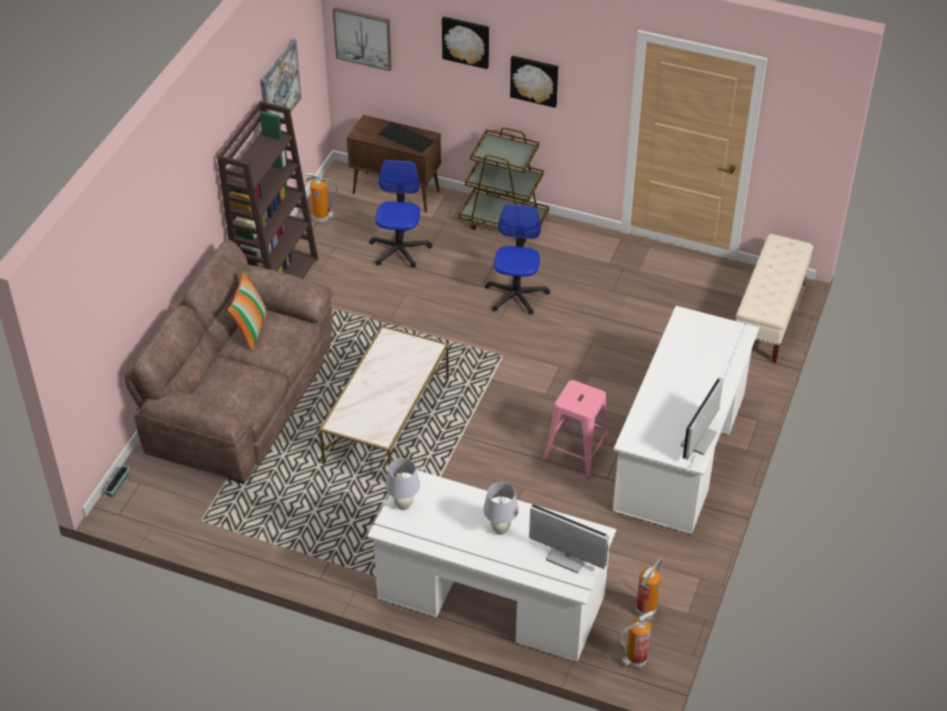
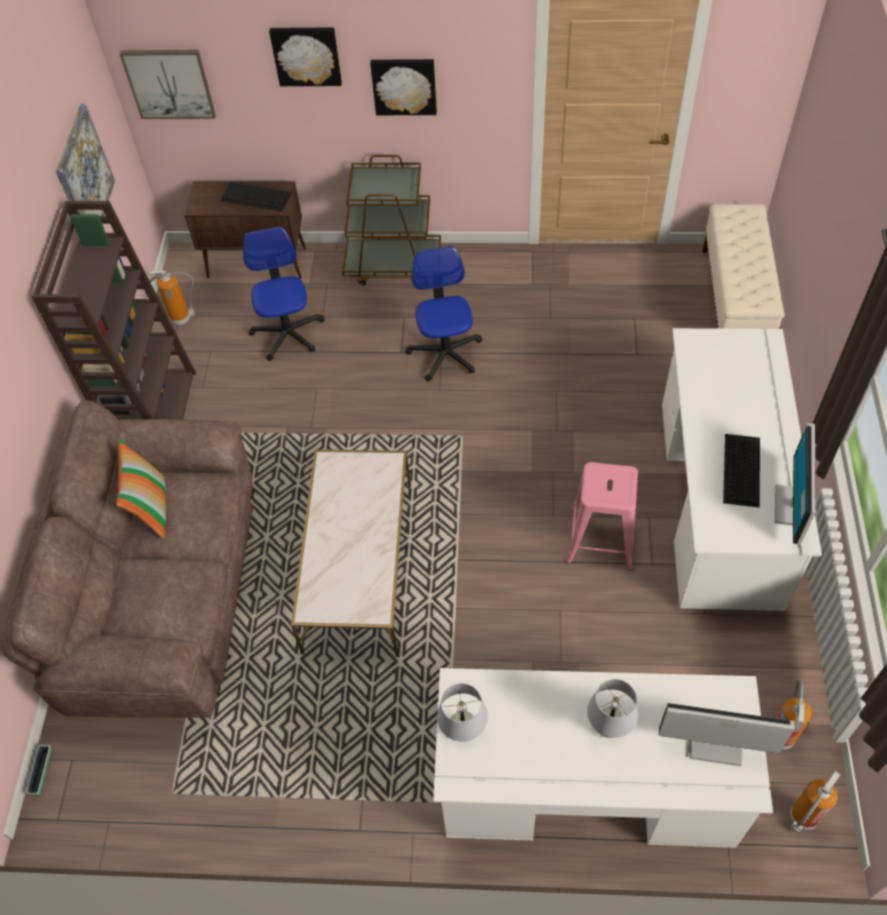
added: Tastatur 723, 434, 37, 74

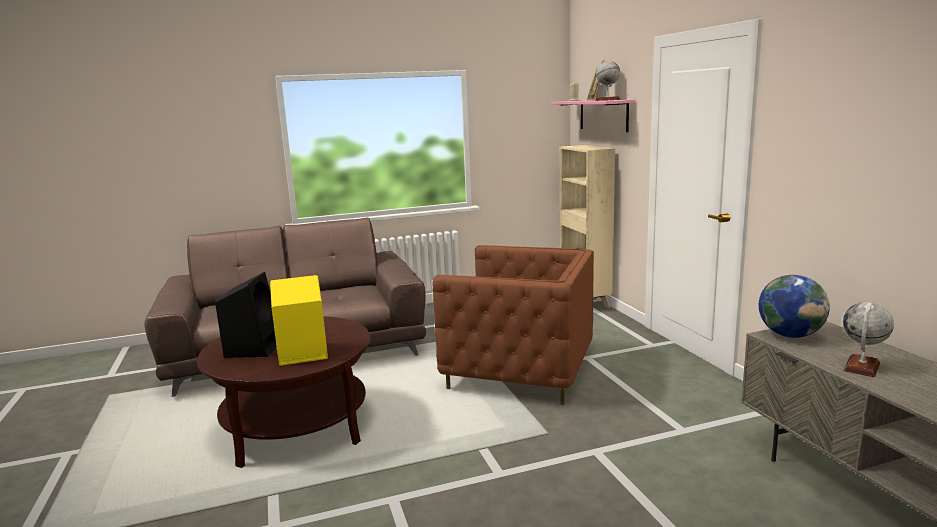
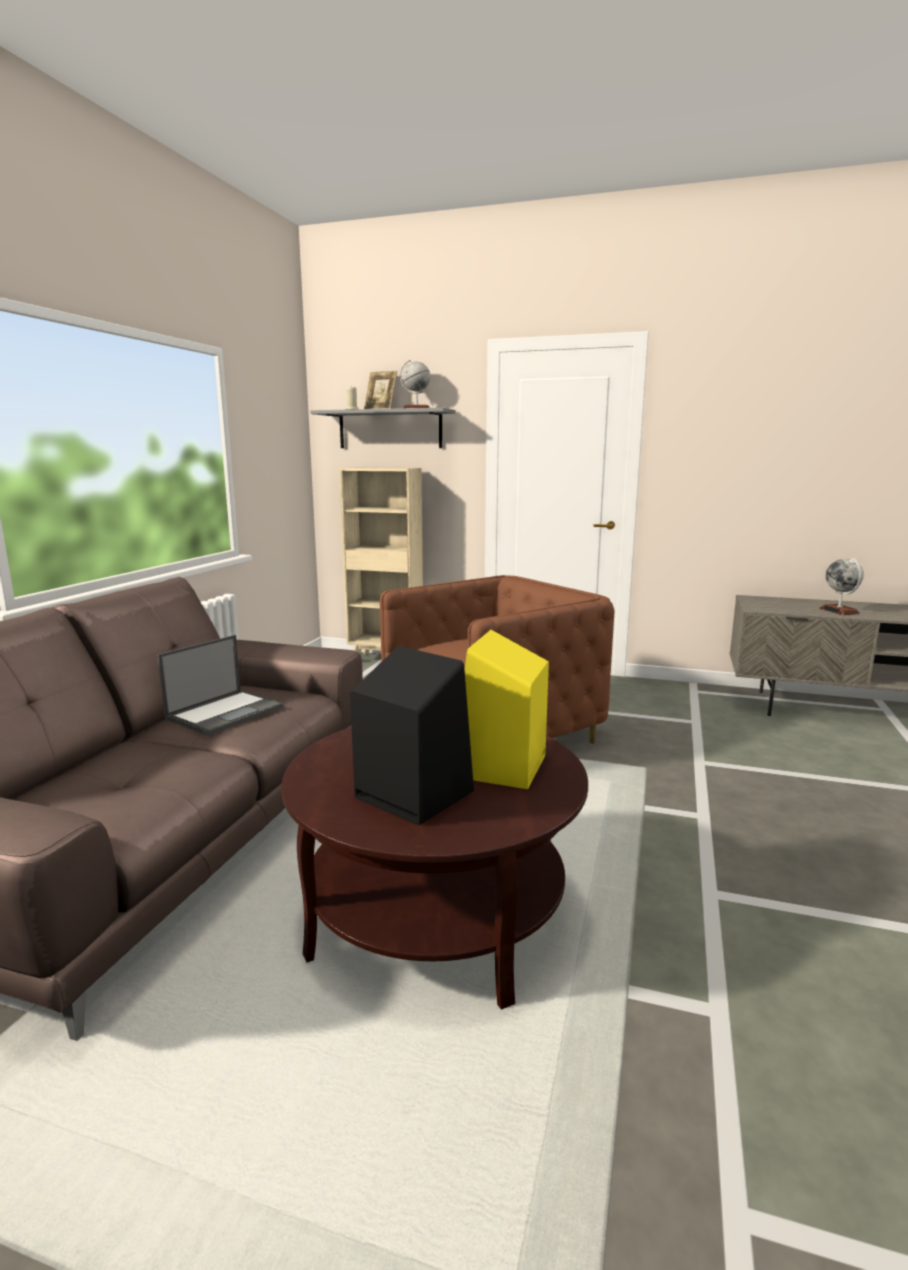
removed: Globus 759, 275, 71, 63
added: Laptop 157, 635, 127, 101
recoloured: Wandregal/rosa 551, 100, 85, 32 to Wandregal/grau 310, 408, 145, 40

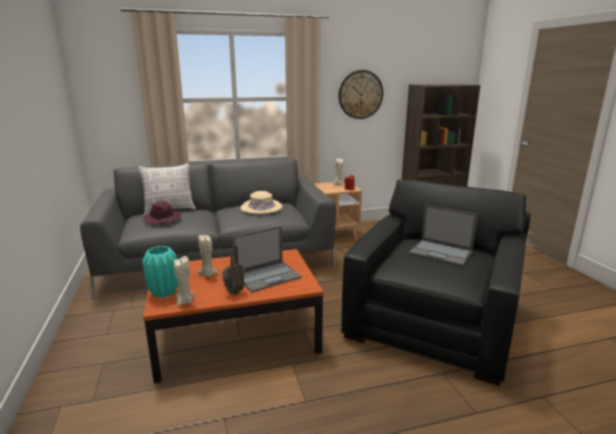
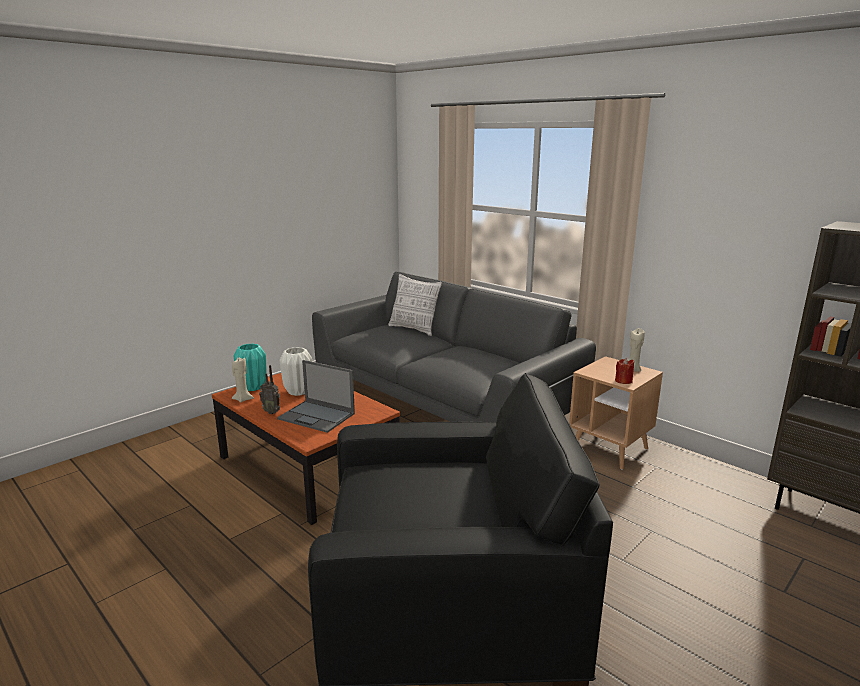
removed: Hut/lila 143, 201, 38, 24; Hut/beige 240, 191, 43, 23; Wanduhr 339, 70, 44, 49; Laptop 409, 205, 69, 61
replaced: Kerze/beige 197, 235, 21, 42 to Vase/weiß 280, 347, 32, 49

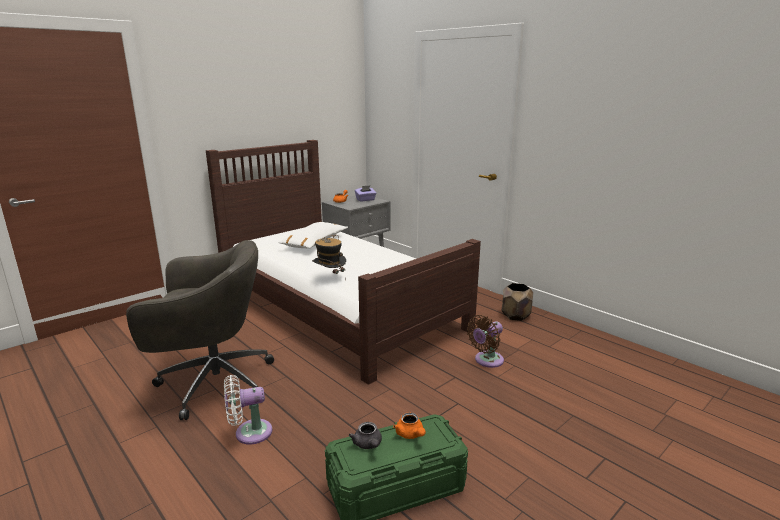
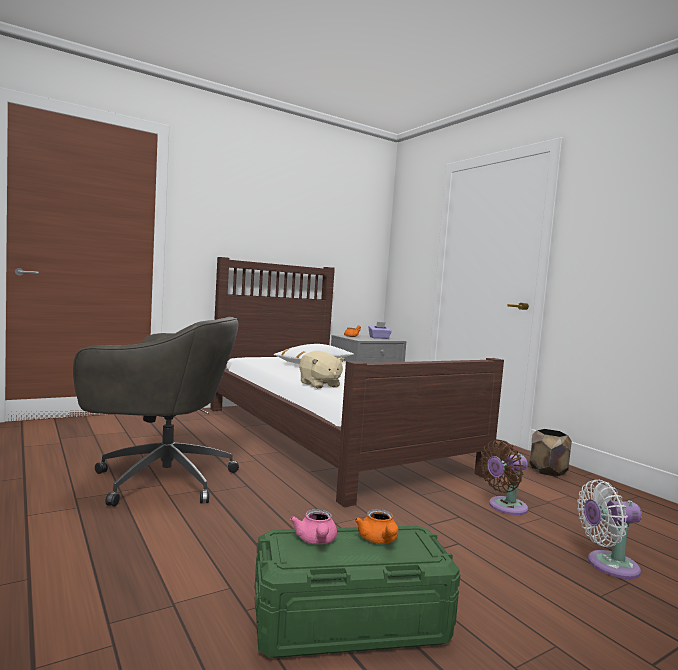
moved: Ventilator/weiß 224, 375, 48, 70 to 577, 480, 65, 99
replaced: Hut 312, 235, 34, 46 to Plüschtier/beige 299, 351, 46, 37
recoloured: Teekanne/grau 349, 422, 33, 27 to Teekanne/rosa 290, 509, 47, 35

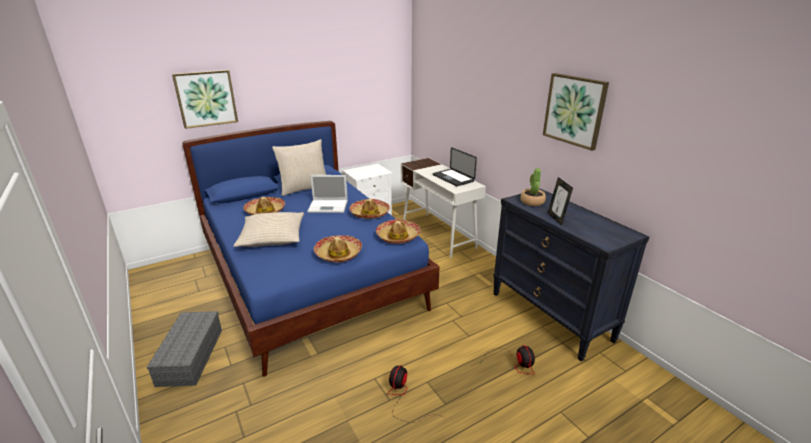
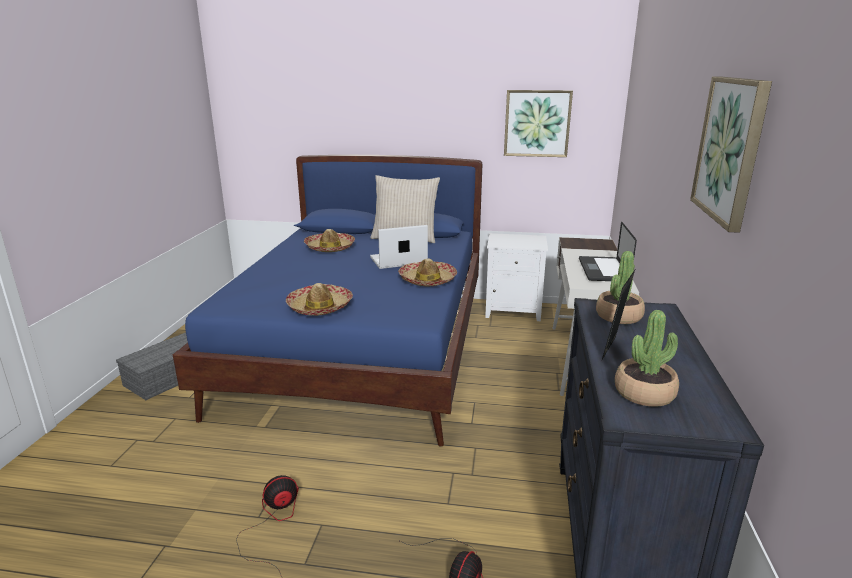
removed: Kissen/beige 234, 212, 70, 35; Hut 376, 219, 45, 25
added: Topfpflanze 615, 310, 64, 97
moved: Bild 172, 70, 66, 59 to 504, 90, 69, 67
turned: Laptop 307, 175, 41, 38 = 370, 225, 58, 44 120 degrees clockwise

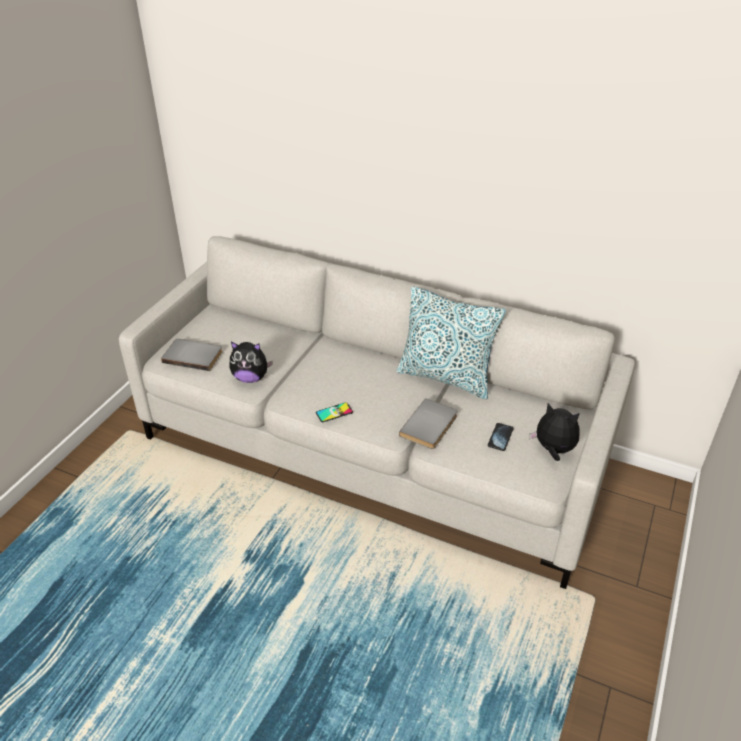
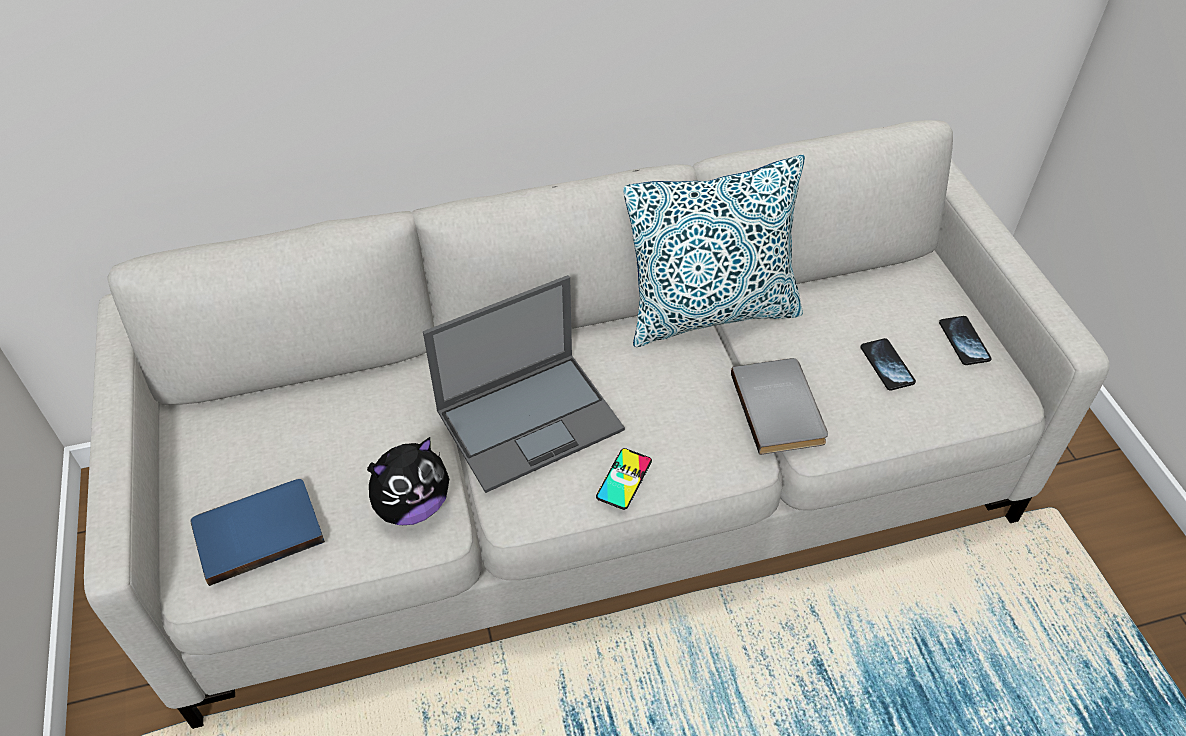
added: Laptop 423, 275, 202, 218
replaced: Plüschtier 530, 403, 50, 58 to Handy 939, 316, 53, 49
recoloured: Buch/grau 161, 339, 62, 32 to Buch/blau 190, 479, 135, 107

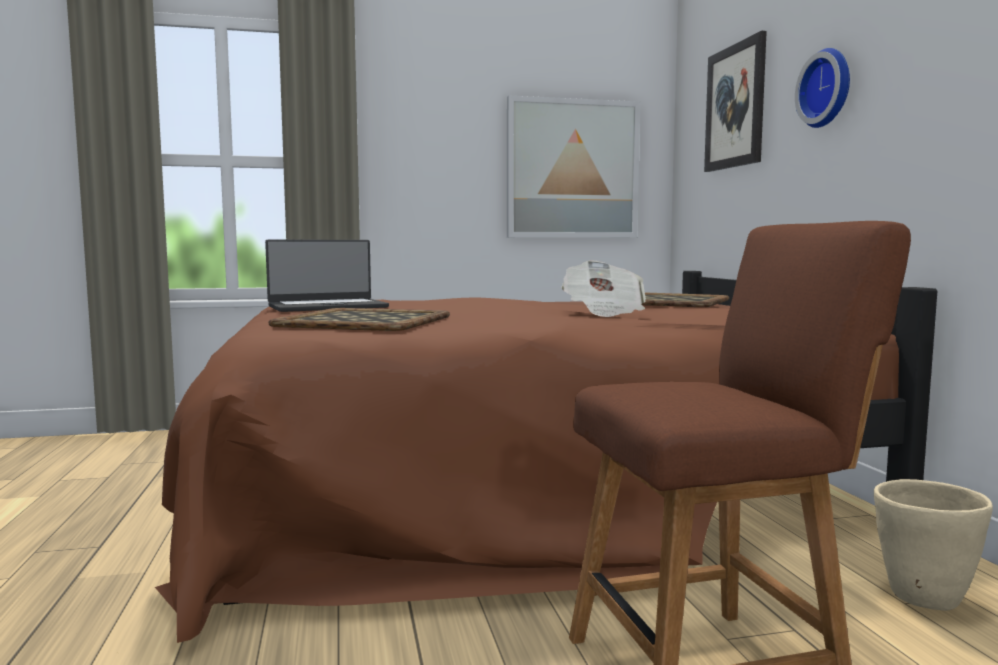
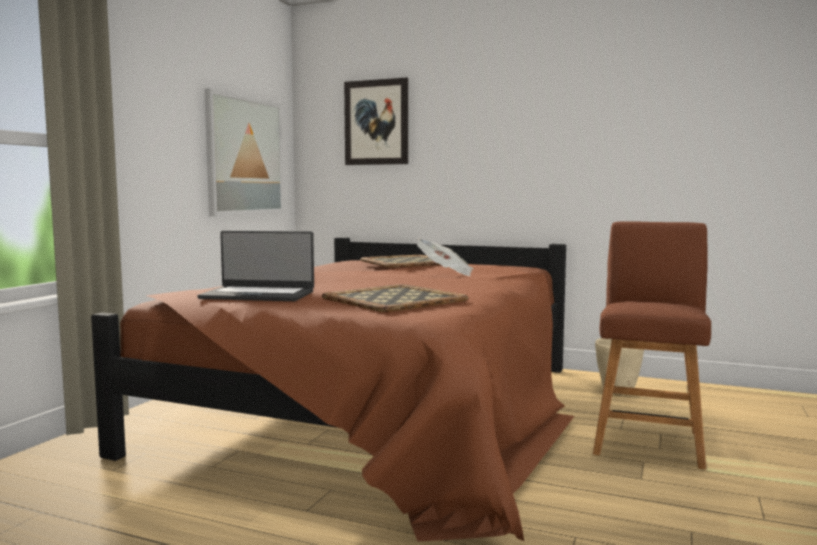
removed: Wanduhr 795, 48, 55, 80
turned: Laptop 265, 239, 124, 73 = 197, 231, 117, 70 90 degrees clockwise

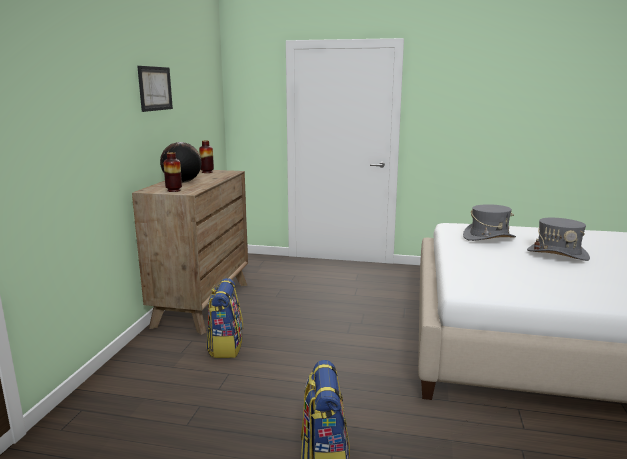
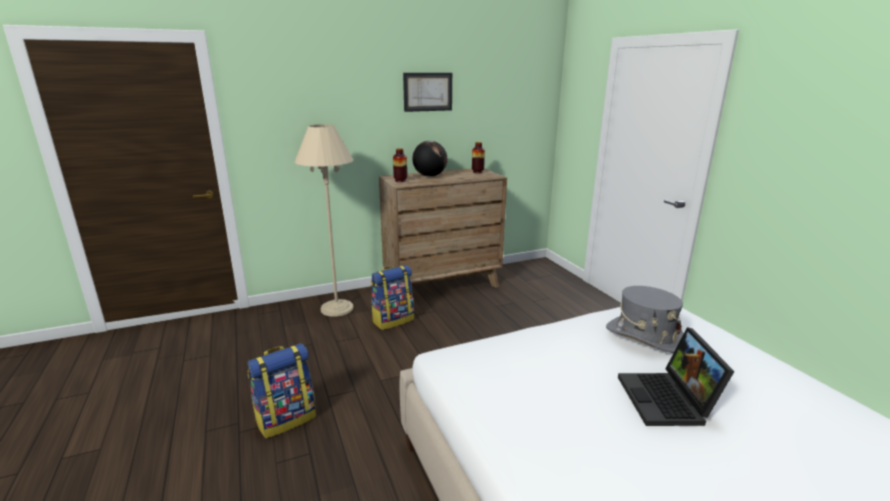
added: Stehlampe/beige 295, 124, 59, 193
replaced: Hut/grau 527, 218, 63, 43 to Laptop 618, 327, 117, 99

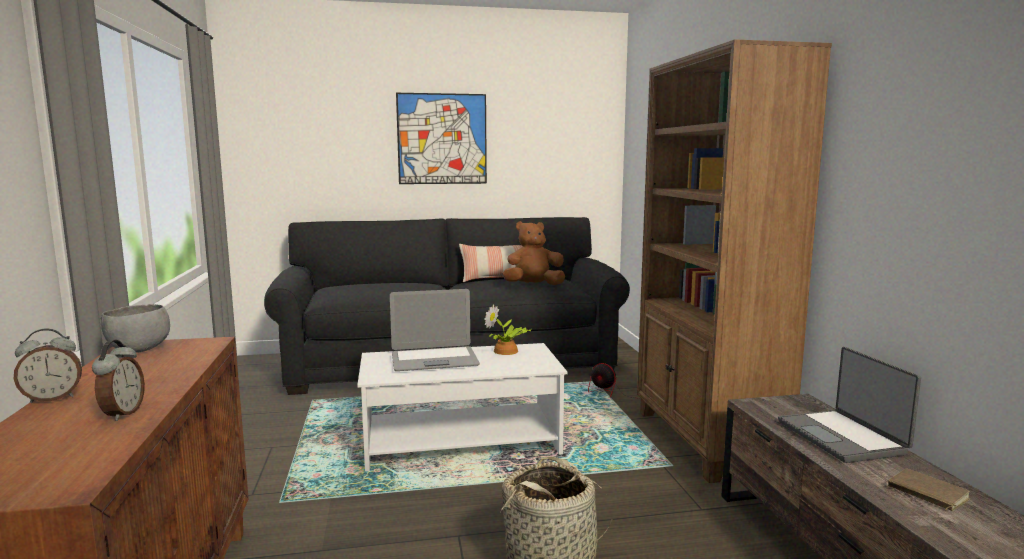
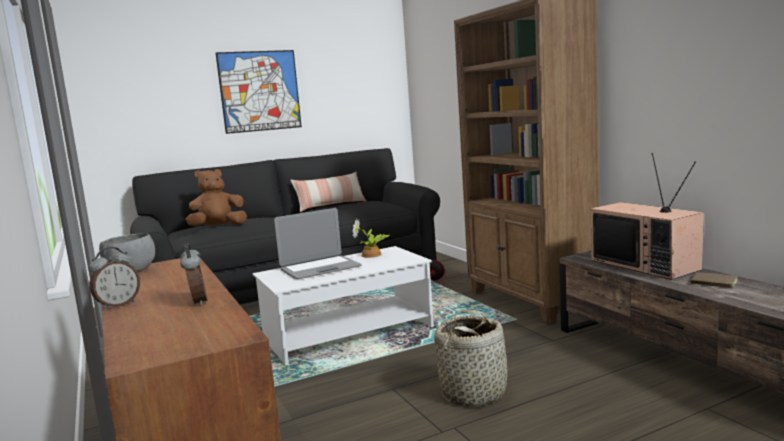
moved: Plüschtier/braun 503, 221, 62, 64 to 186, 169, 61, 57
replaced: Laptop 778, 347, 143, 116 to Fernseher 591, 153, 113, 127

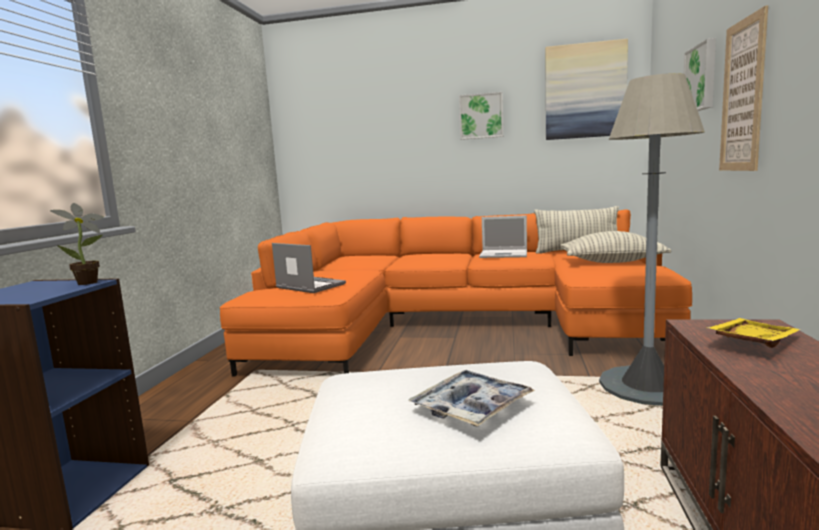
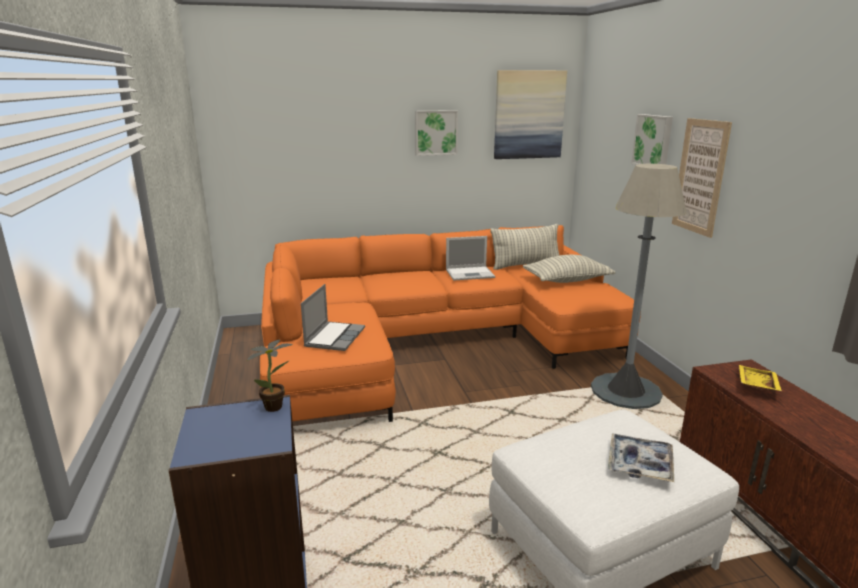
turned: Laptop 272, 243, 74, 50 = 301, 284, 64, 67 90 degrees clockwise

